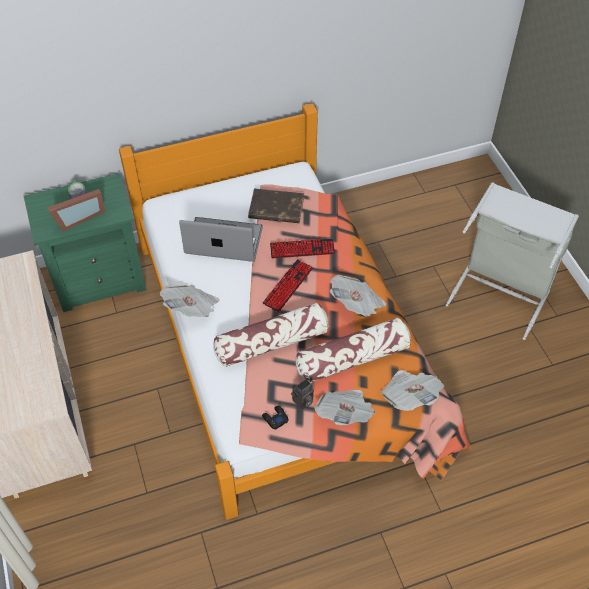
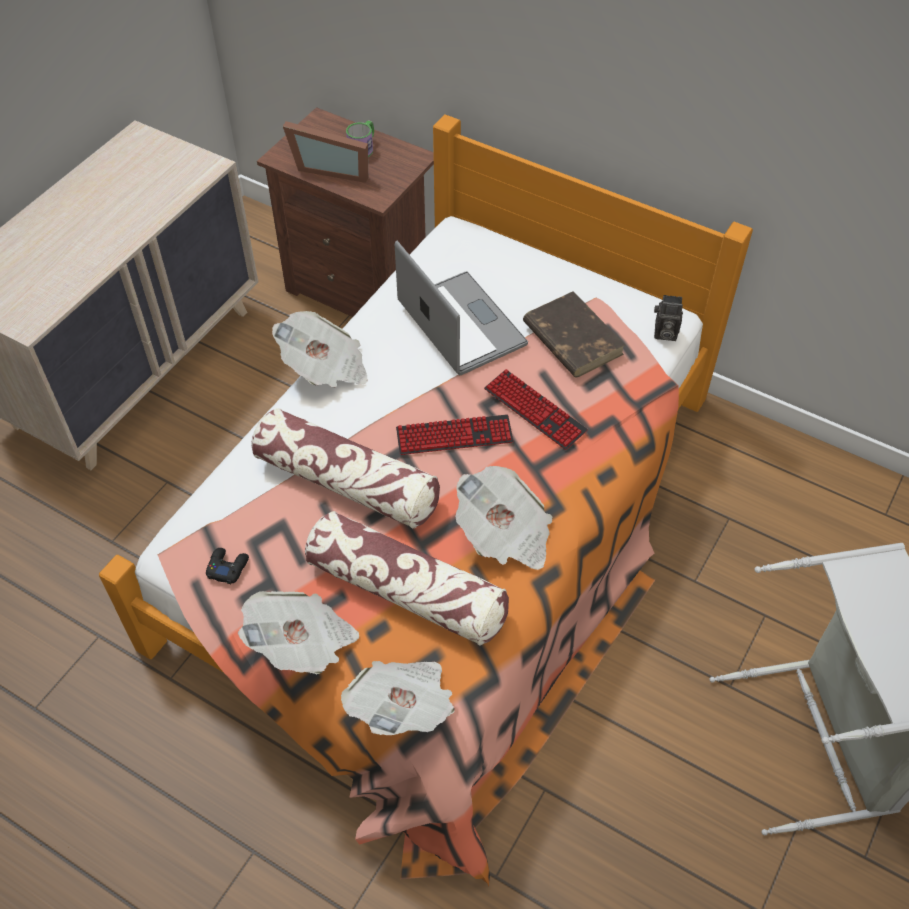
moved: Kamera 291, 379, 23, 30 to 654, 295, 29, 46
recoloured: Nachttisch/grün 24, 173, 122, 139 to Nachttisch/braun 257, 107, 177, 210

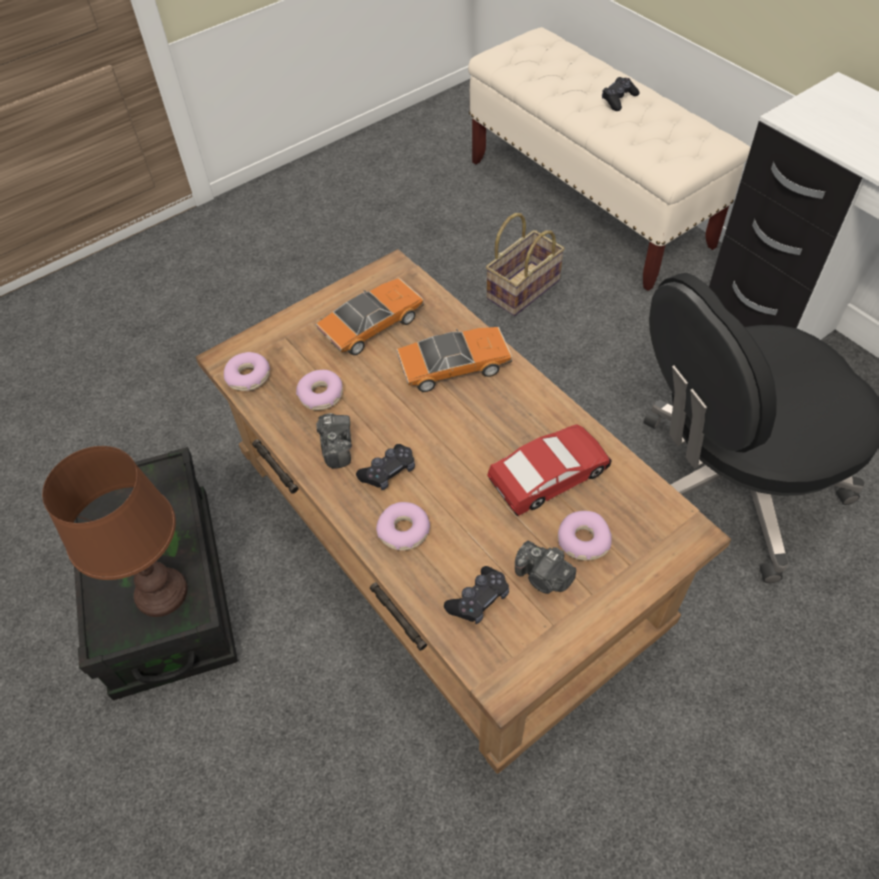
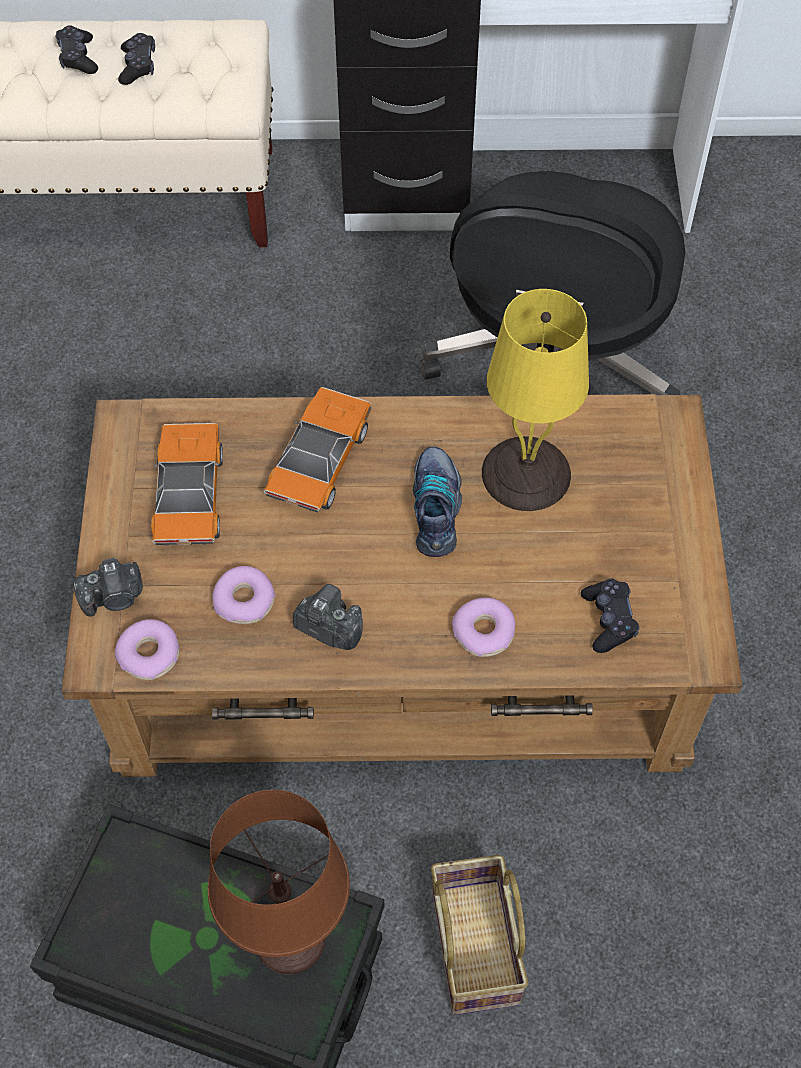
removed: Donut 558, 511, 54, 49
added: Schuh 413, 447, 49, 110
moved: Gamepad/schwarz 356, 444, 59, 46 to 118, 33, 37, 52; Korb 486, 213, 79, 103 to 431, 855, 97, 160; Kamera 515, 541, 61, 53 to 73, 558, 70, 59
replaced: Spielzeugauto 487, 424, 125, 92 to Tischlampe/gelb 482, 289, 107, 222

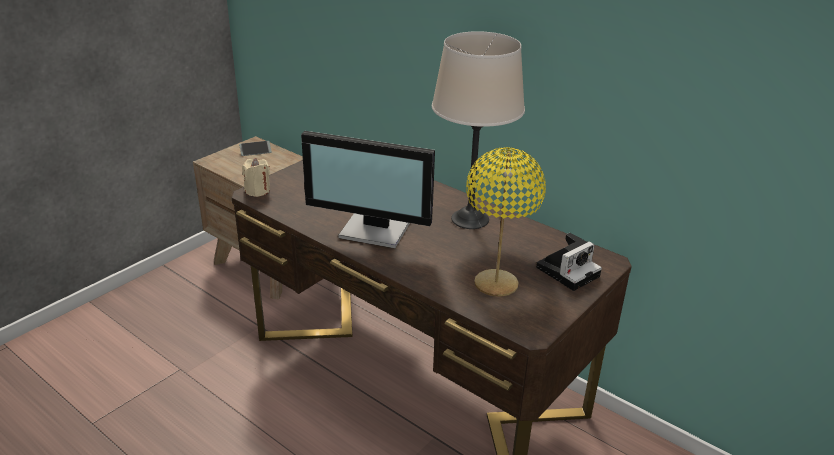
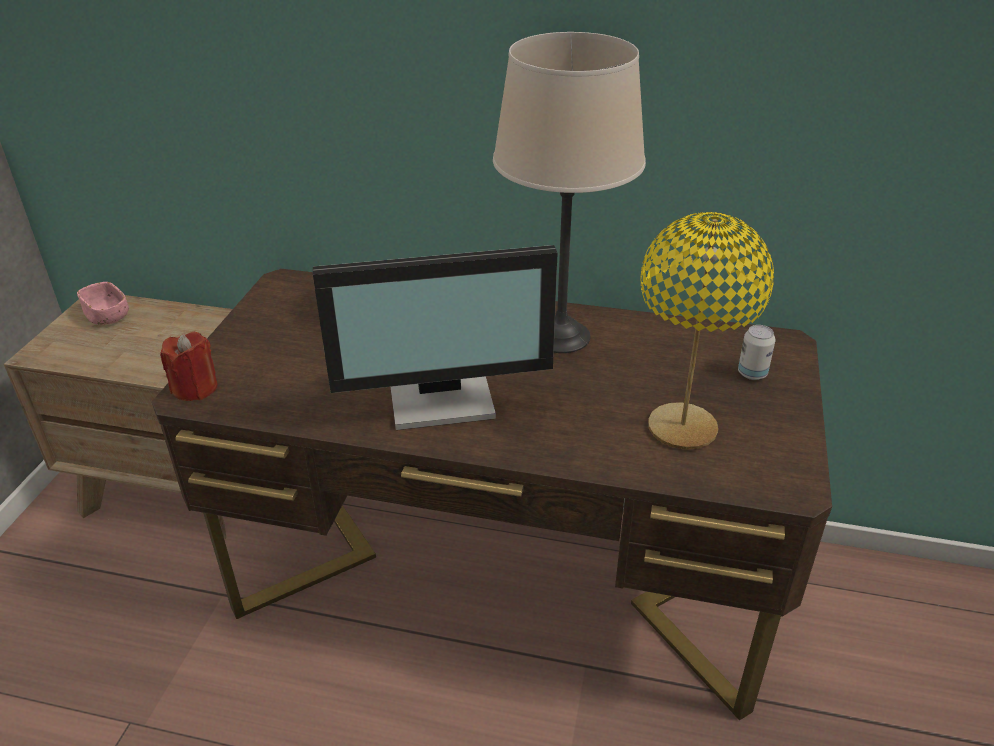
replaced: Handy 239, 141, 33, 15 to Schüssel/rosa 77, 282, 52, 43; Kamera 536, 233, 66, 58 to Dose 738, 325, 37, 55
recoloured: Kerze/beige 242, 158, 28, 39 to Kerze/rot 160, 332, 58, 69

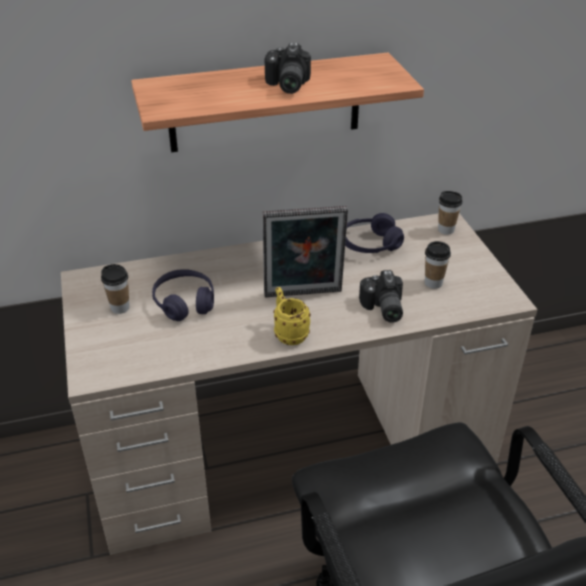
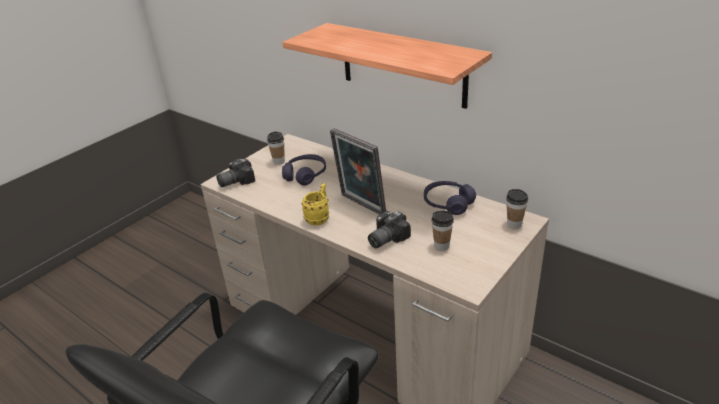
moved: Kamera 265, 43, 46, 51 to 216, 159, 39, 28

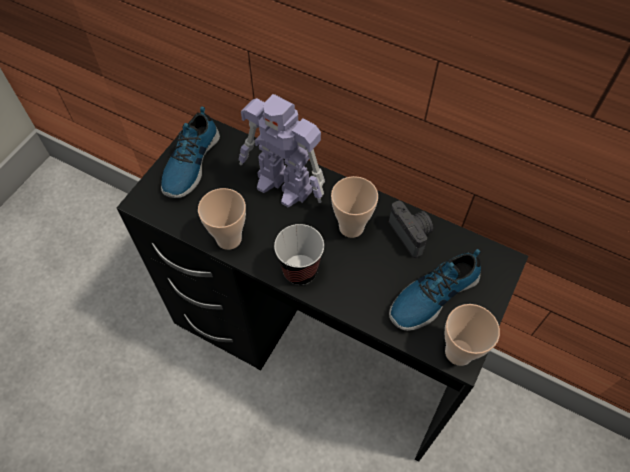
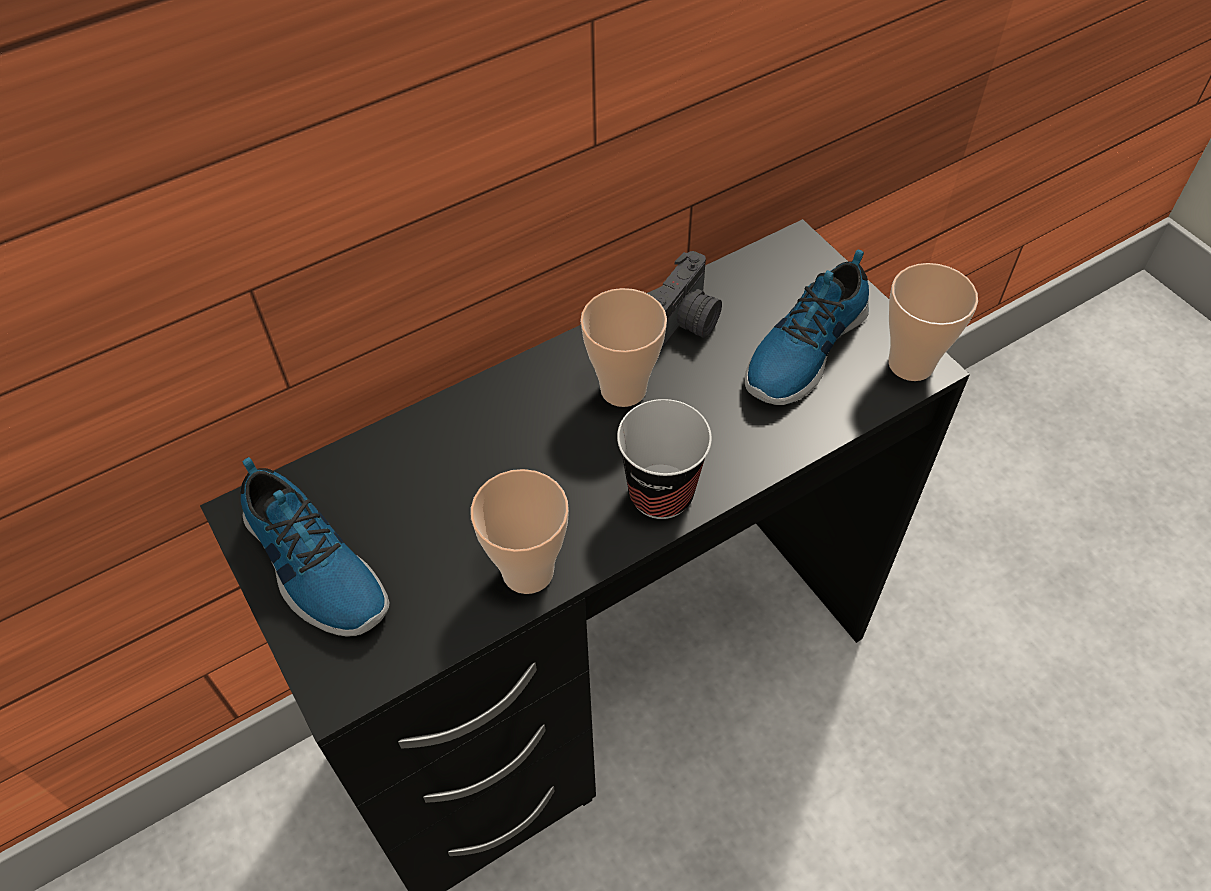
removed: Spielzeugroboter 239, 94, 86, 113
turned: Kamera 389, 201, 44, 57 = 653, 251, 69, 97 120 degrees clockwise; Schuh 389, 249, 92, 82 = 744, 249, 125, 156 45 degrees clockwise

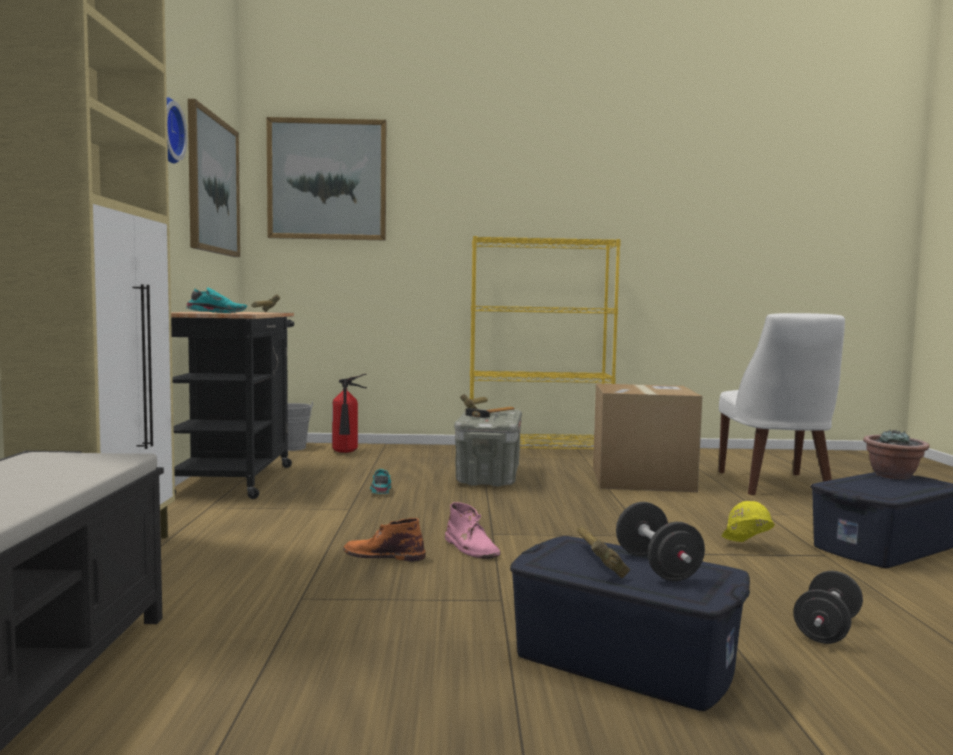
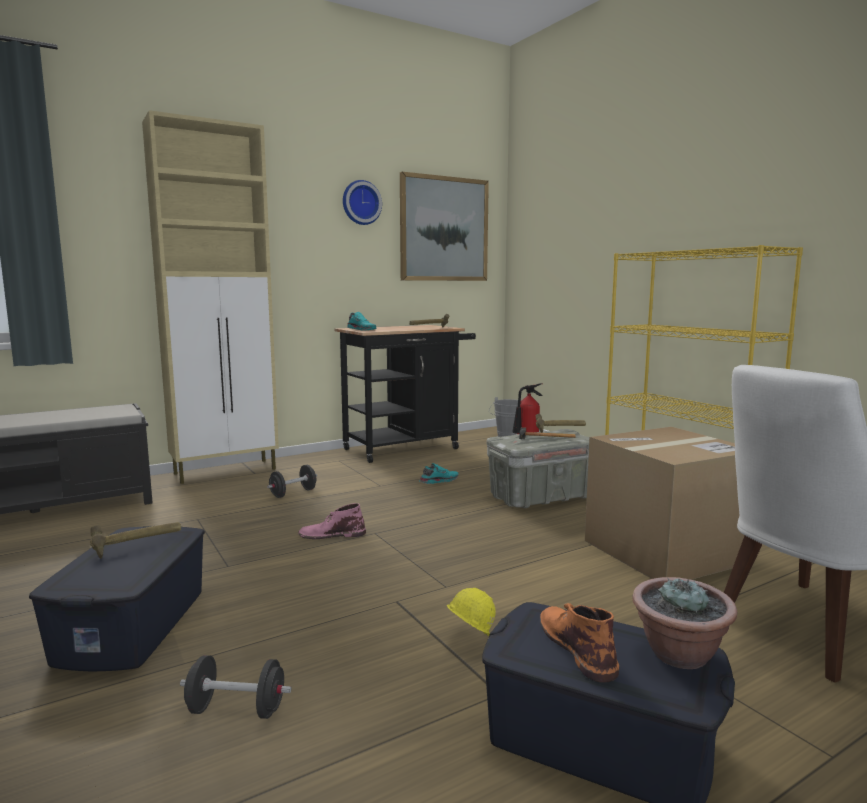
removed: Bild 267, 117, 119, 124
moved: Stiefel/orange 343, 518, 83, 43 to 540, 603, 79, 80; Hantel/schwarz 616, 502, 89, 79 to 267, 465, 50, 33
turned: Stiefel/rosa 445, 502, 56, 57 = 298, 503, 68, 36 60 degrees clockwise

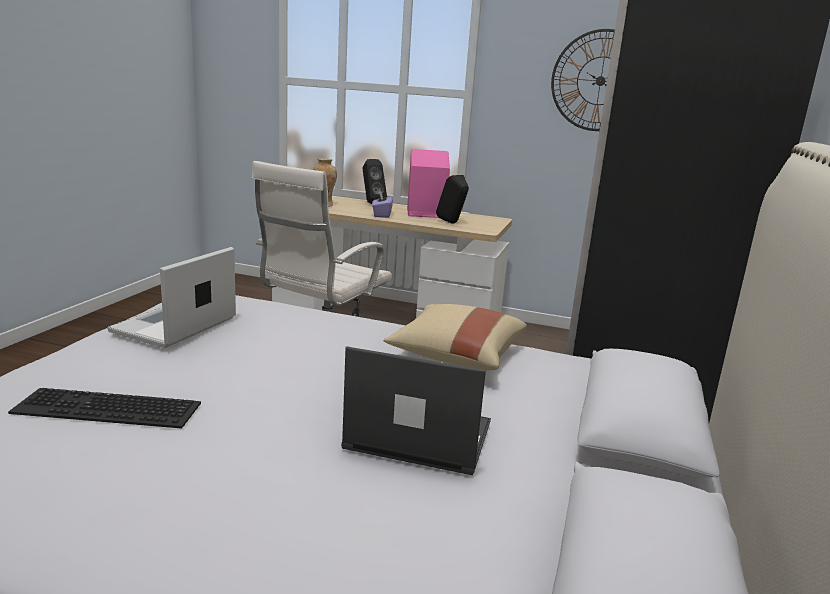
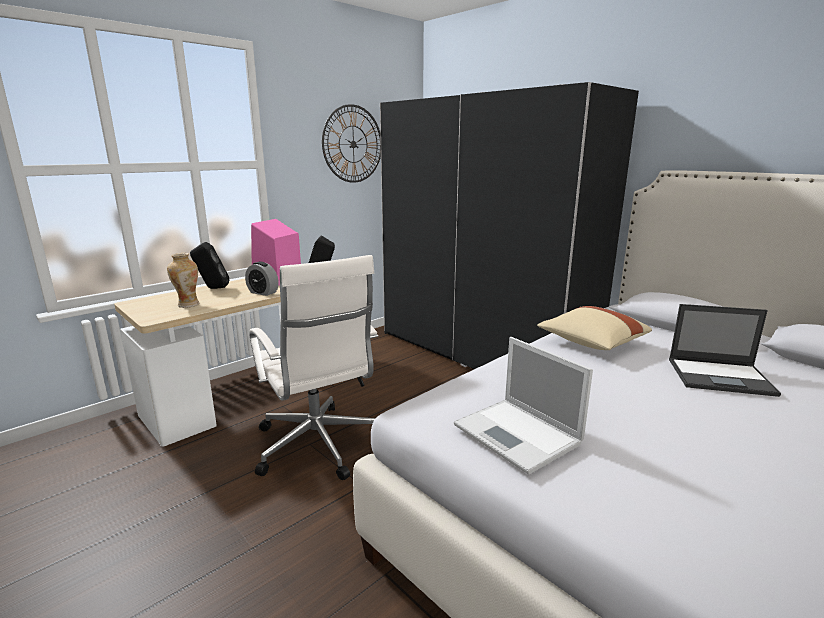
removed: Tastatur 8, 388, 193, 41
replaced: Taschentuchbox/lila 372, 191, 21, 27 to Wecker 245, 262, 34, 34
turned: Laptop 341, 346, 150, 130 = 669, 304, 112, 93 120 degrees counterclockwise

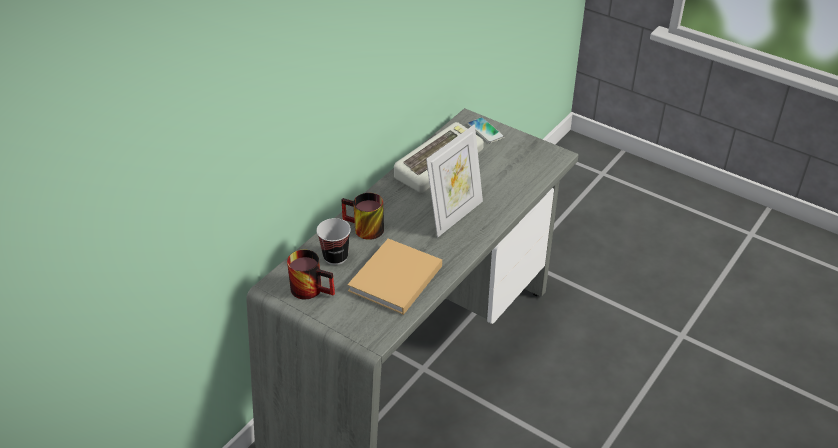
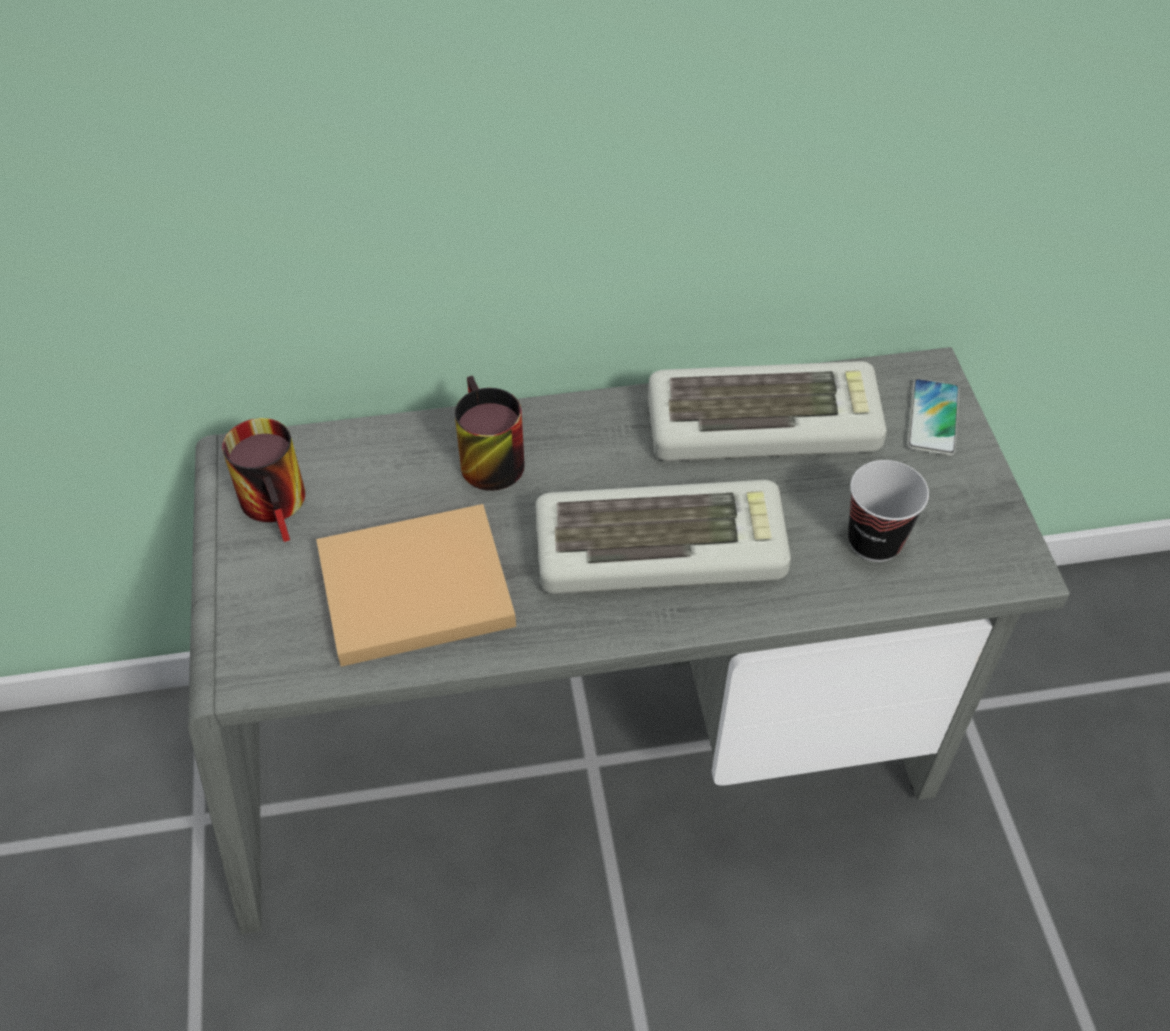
moved: Tasse 316, 218, 35, 47 to 848, 460, 81, 102
replaced: Bilderrahmen 426, 124, 57, 113 to Tastatur 535, 480, 256, 114

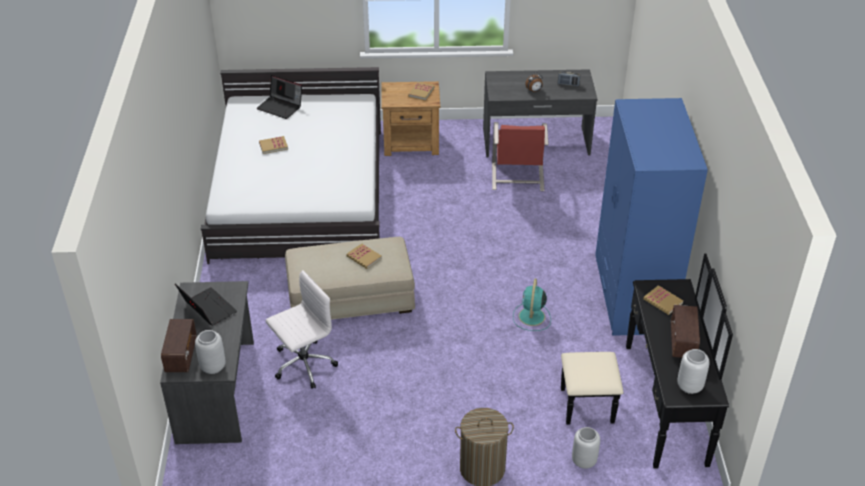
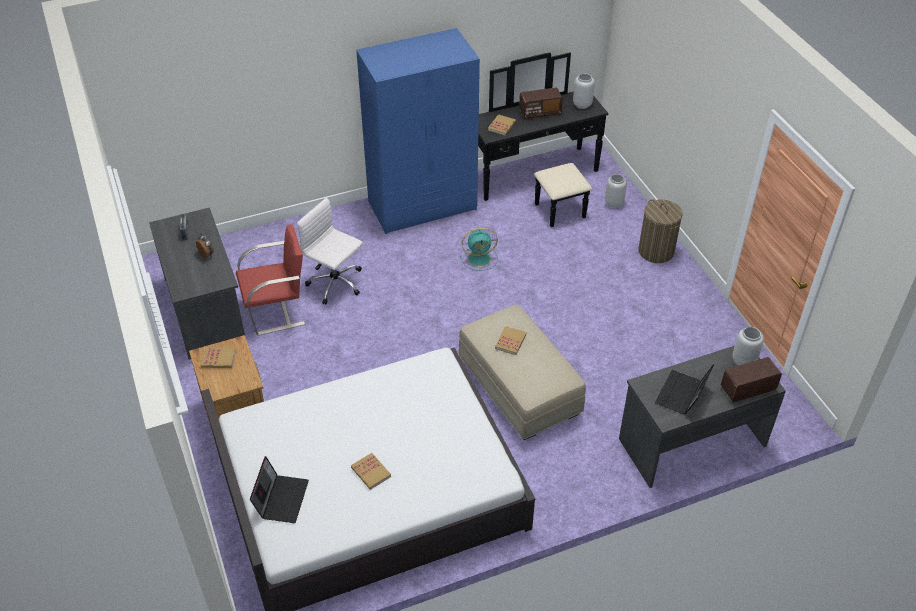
moved: Bürostuhl/weiß 266, 270, 72, 119 to 297, 198, 66, 107

